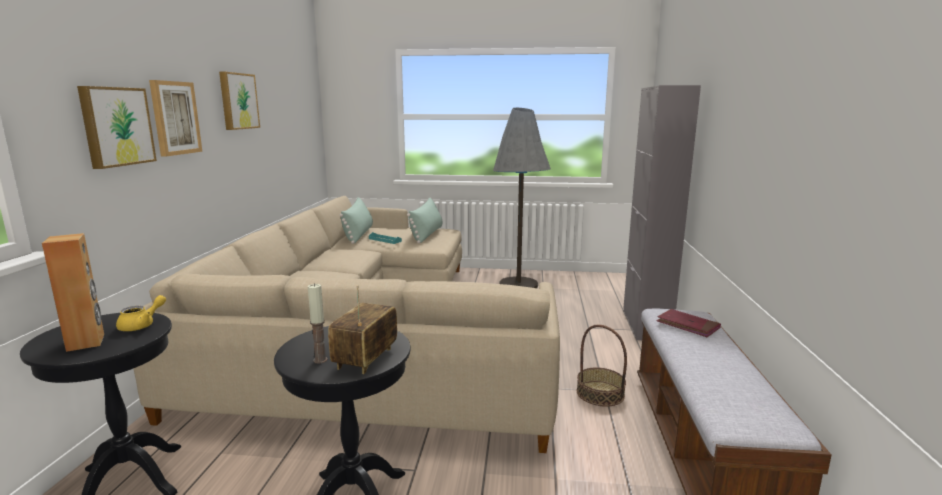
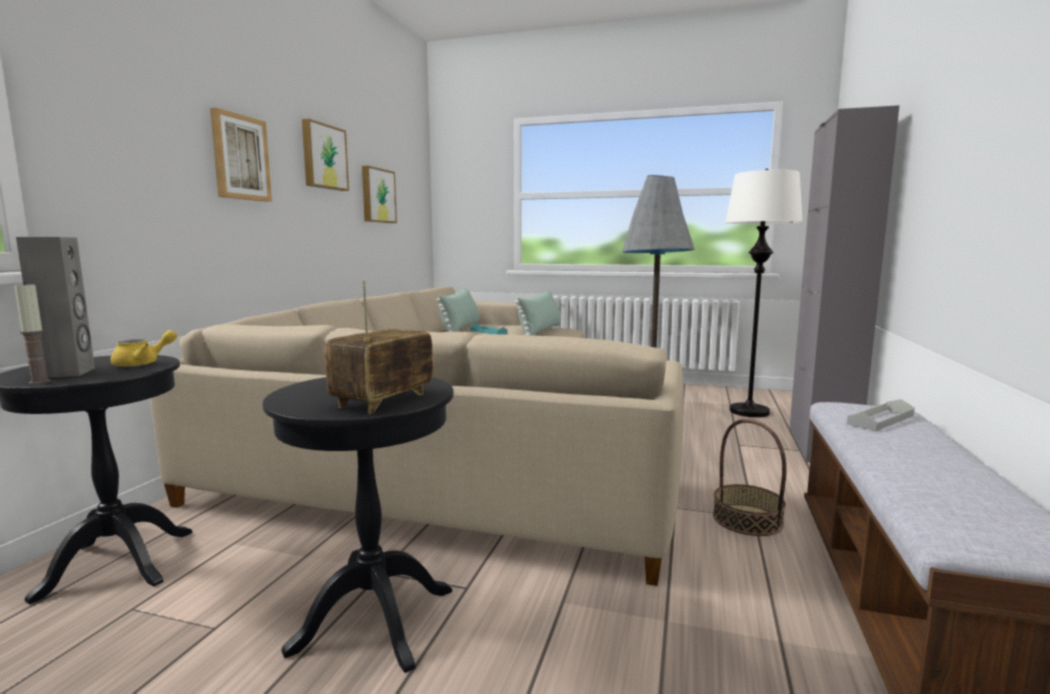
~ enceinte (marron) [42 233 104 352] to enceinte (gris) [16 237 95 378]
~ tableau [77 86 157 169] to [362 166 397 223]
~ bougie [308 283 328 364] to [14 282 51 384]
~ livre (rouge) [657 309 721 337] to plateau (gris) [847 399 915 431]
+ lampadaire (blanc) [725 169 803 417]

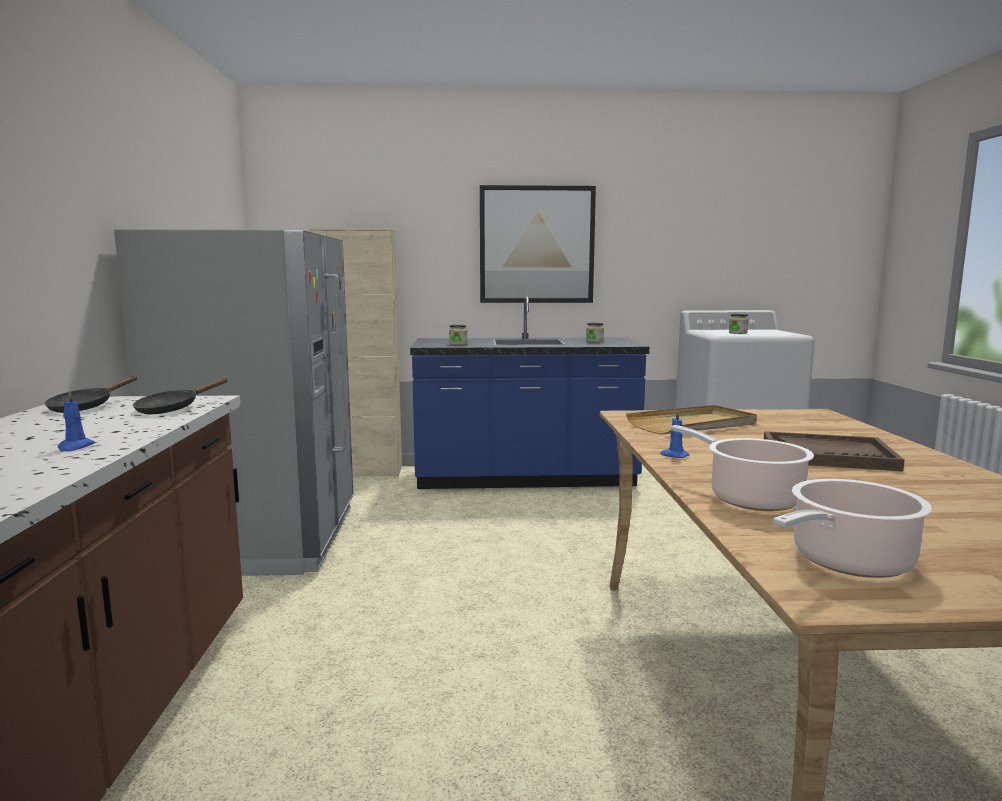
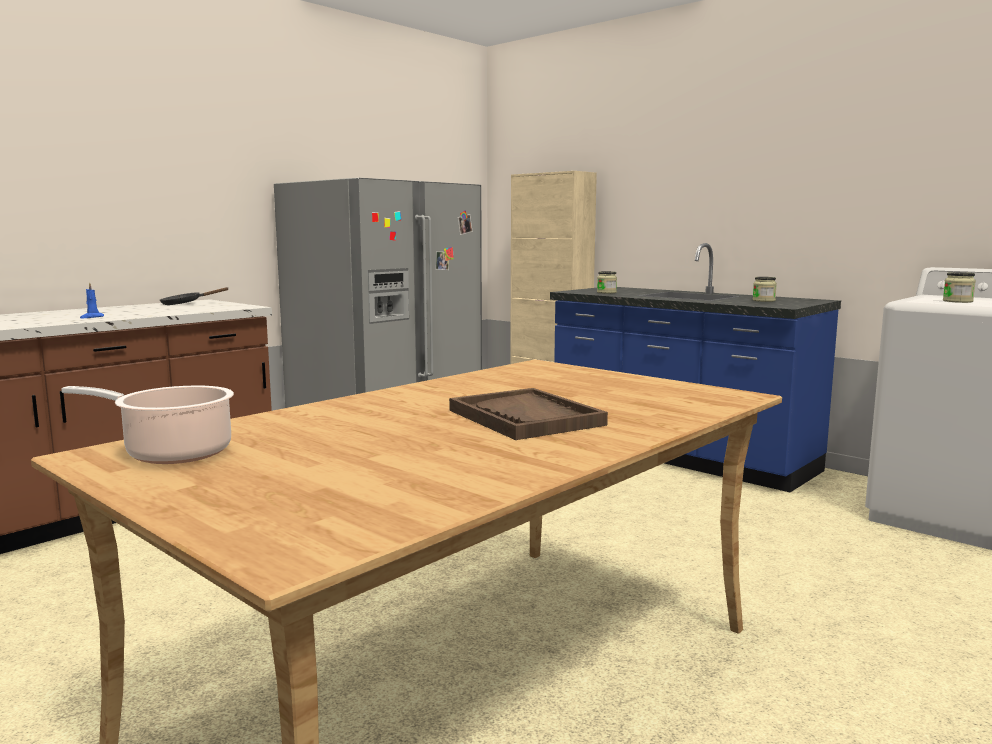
- poêle (noir) [133 378 228 414]
- tableau [480 185 596 303]
- plateau (beige) [626 405 757 435]
- bougie (bleu) [660 410 689 458]
- marmite [670 425 814 511]

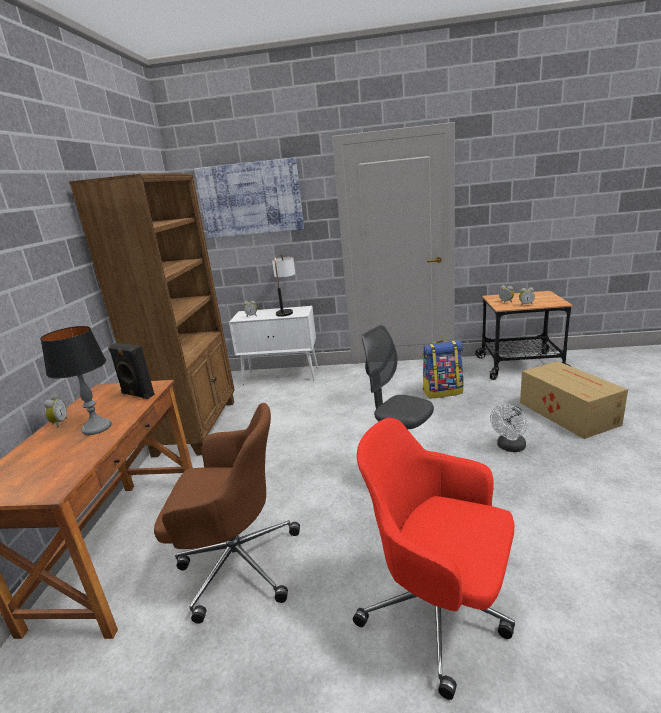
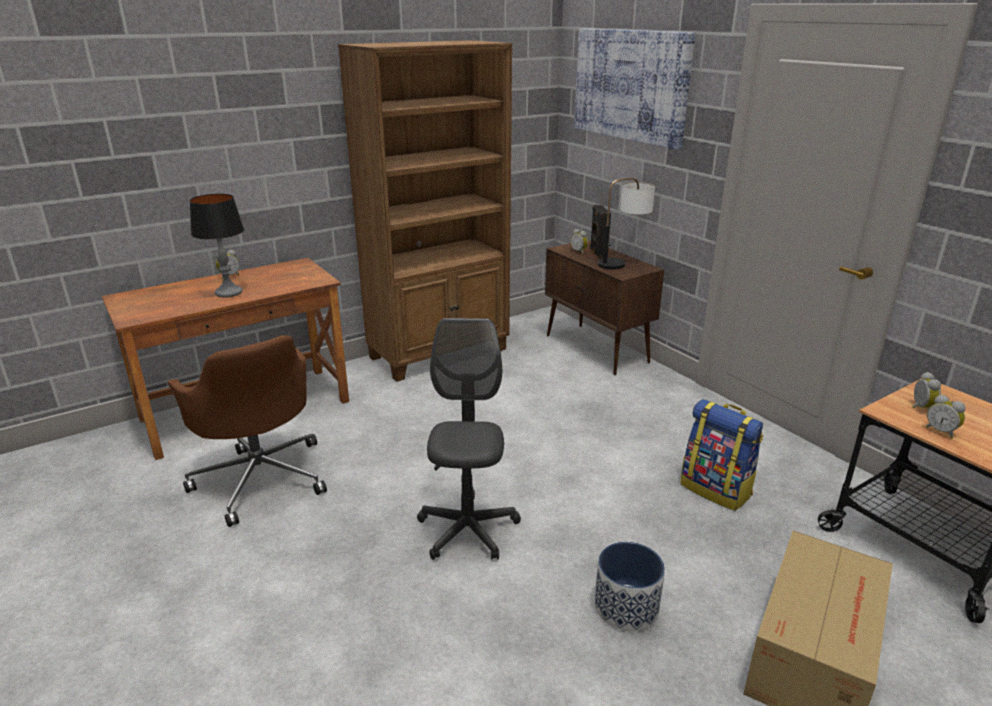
~ enceinte (noir) [108 343 155 399] to [590 205 611 259]
~ meuble de rangement (blanc) [229 306 318 385] to meuble de rangement (marron) [545 240 664 375]
- chaise de bureau (rouge) [353 418 515 700]
~ ventilateur (blanc) [490 404 527 452] to cache-pot [595 542 665 631]

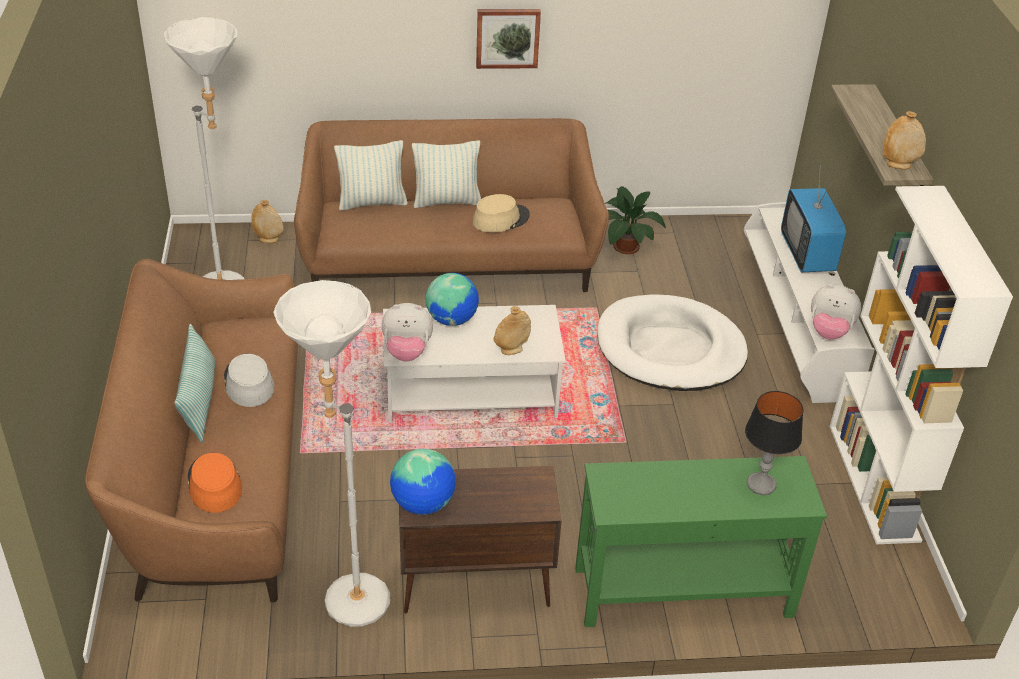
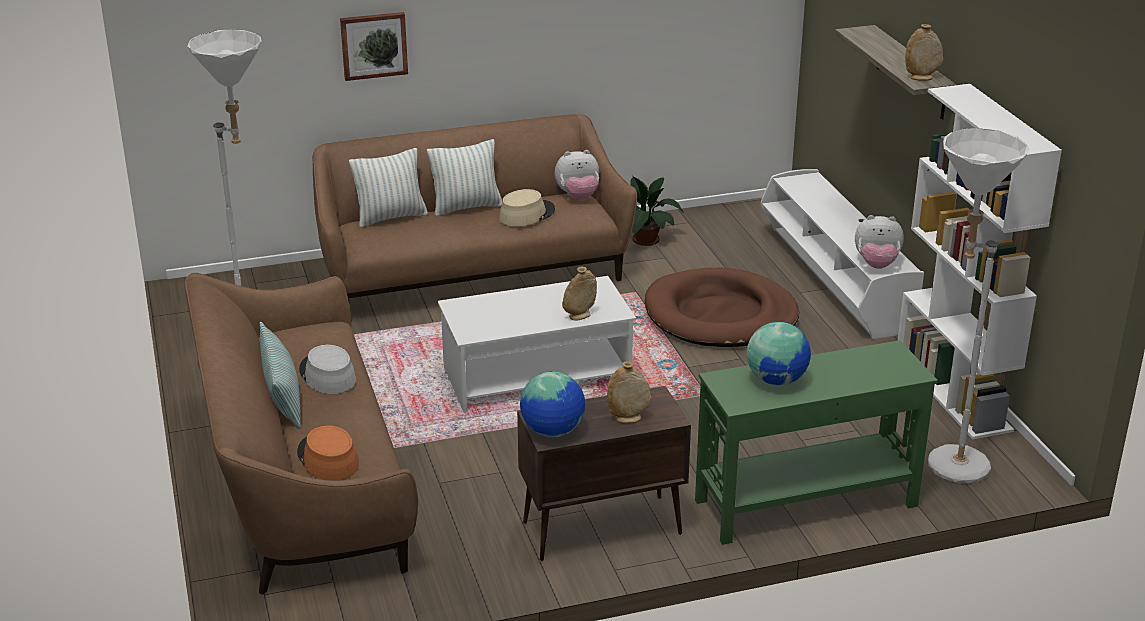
~ vase (beige) [251 200 284 243] to [607 361 652 423]
~ lampadaire (blanc) [273 280 390 627] to [928 128 1029 484]
~ peluche [382 303 433 362] to [555 150 599 200]
~ globe [426 273 479 326] to [747 322 811 385]
~ tableau [476 9 541 69] to [340 12 408 81]
~ panier pour chien (blanc) [598 294 748 391] to panier pour chien (marron) [645 268 799 347]
- lampe de table [745 391 803 495]
- téléviseur [781 164 846 272]

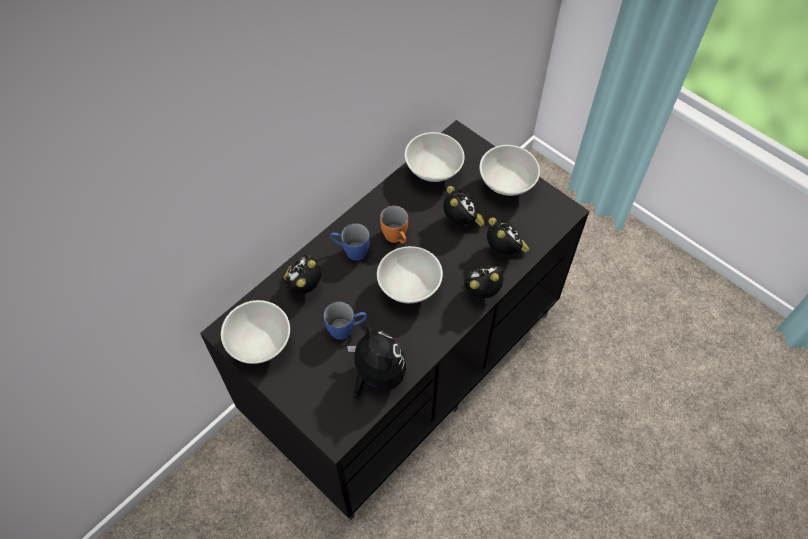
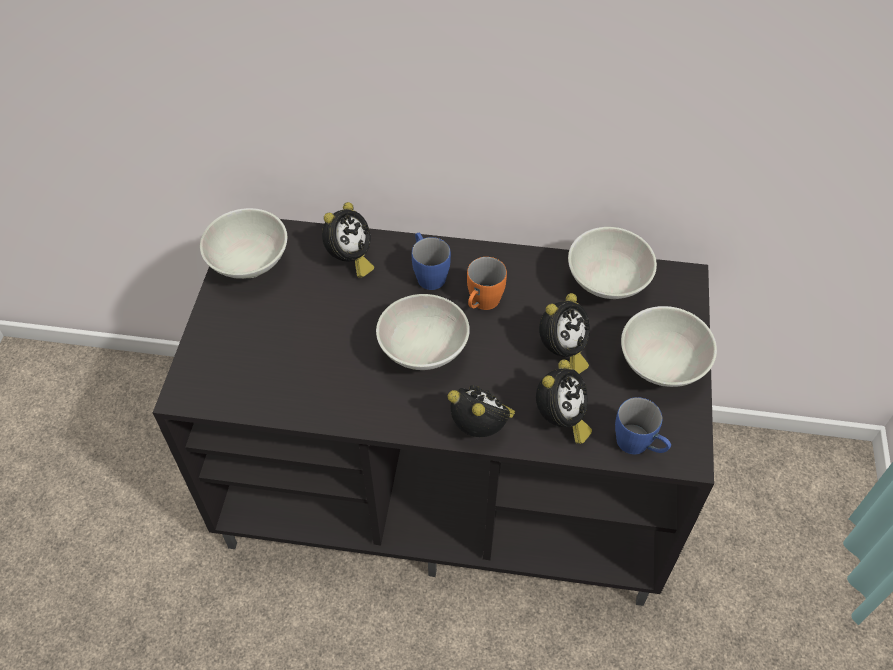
~ réveil [283 255 321 294] = [322 202 374 278] 135 degrees clockwise
~ mug (bleu) [324 302 367 340] to [615 397 671 454]
- peluche [347 324 406 399]

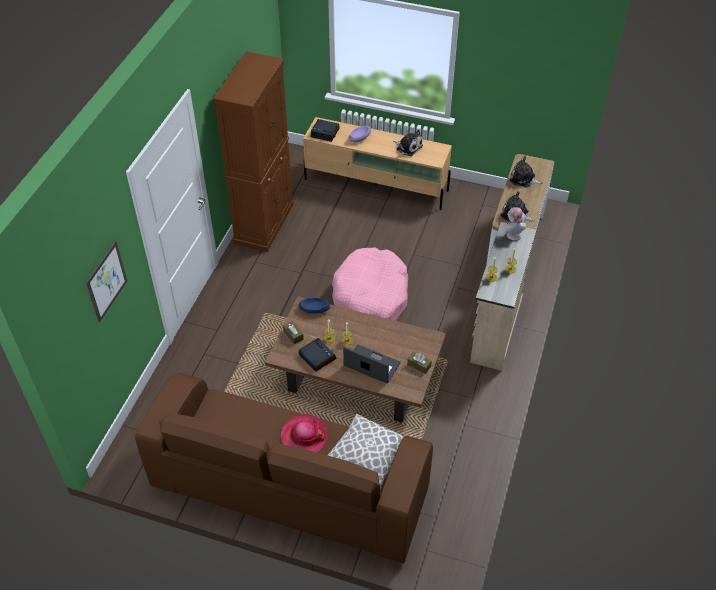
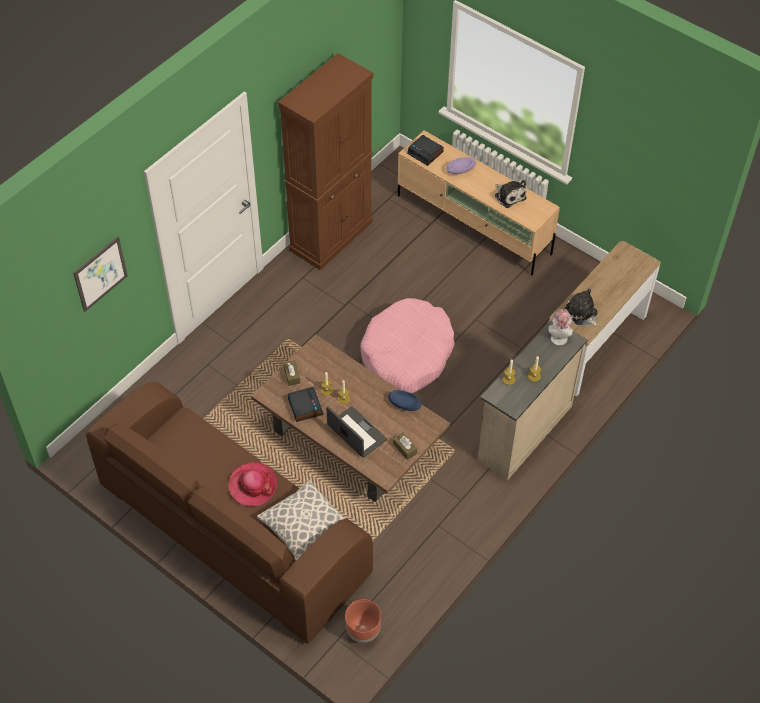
~ bol (bleu) [299 298 330 314] to [388 390 421 411]
- peluche [509 156 542 188]
+ cache-pot (marron) [345 599 381 643]

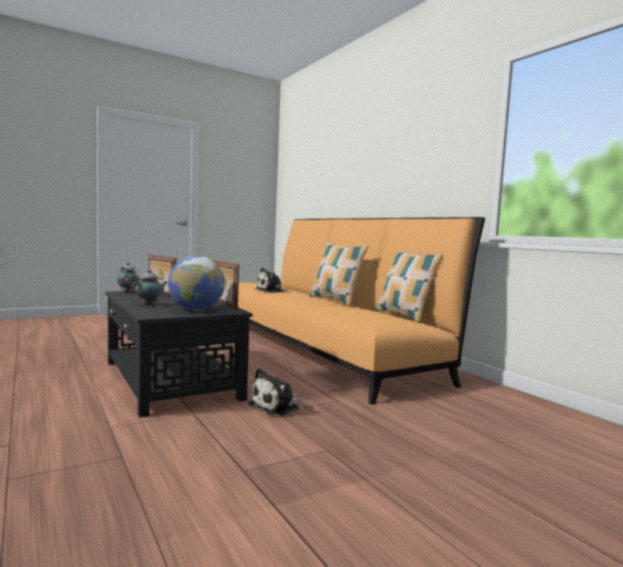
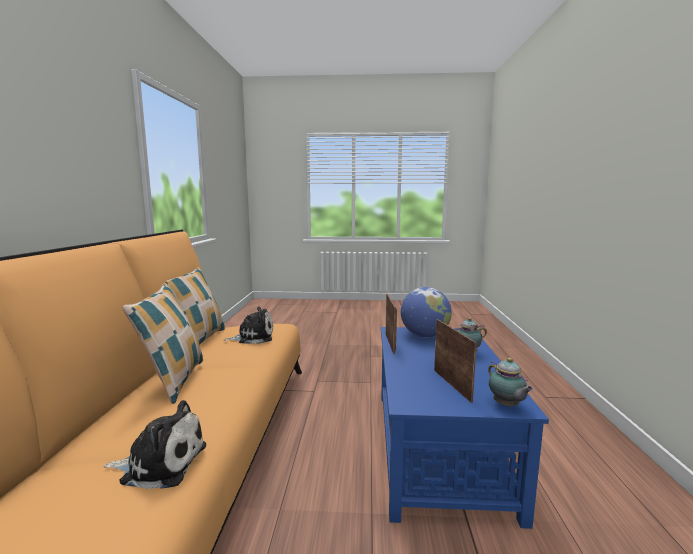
~ table basse (noir) [106 291 253 417] to table basse (bleu) [381 327 549 529]
~ peluche [248 368 299 415] to [224 307 273 344]

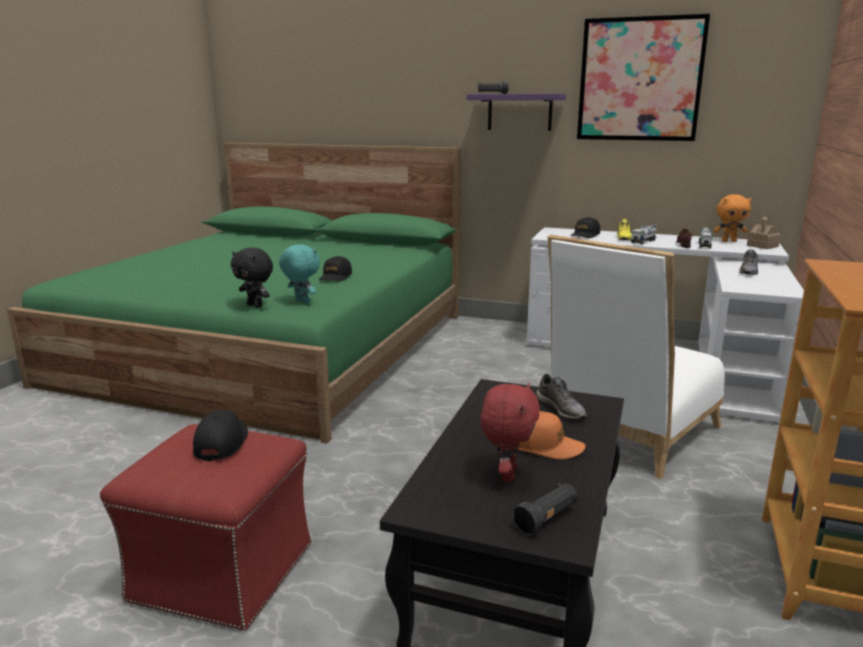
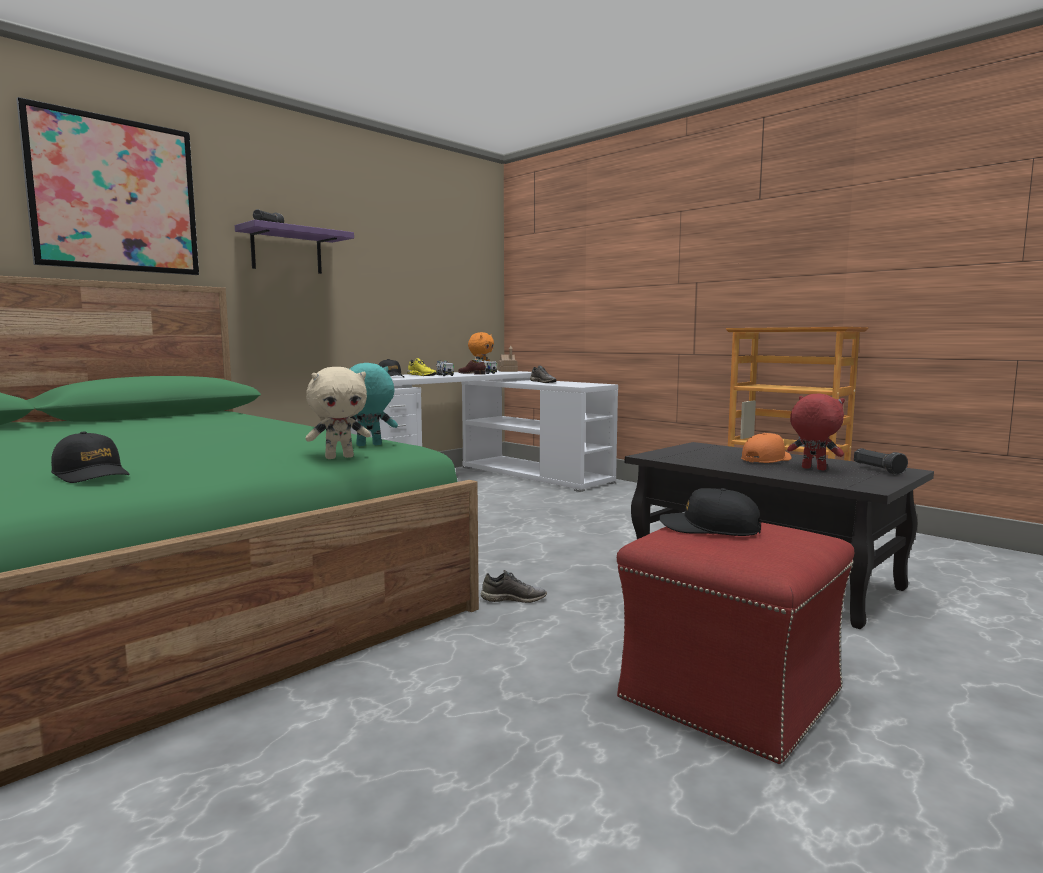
~ peluche (noir) [231 247 273 308] to peluche (beige) [305 367 371 459]
~ casquette (noir) [319 256 352 281] to [51 431 129 483]
~ chaussure (gris) [536 374 587 419] to [481 570 547 603]
- chaise (blanc) [547 235 725 479]
~ tableau [577 14 710 141] to [16 97 199 275]

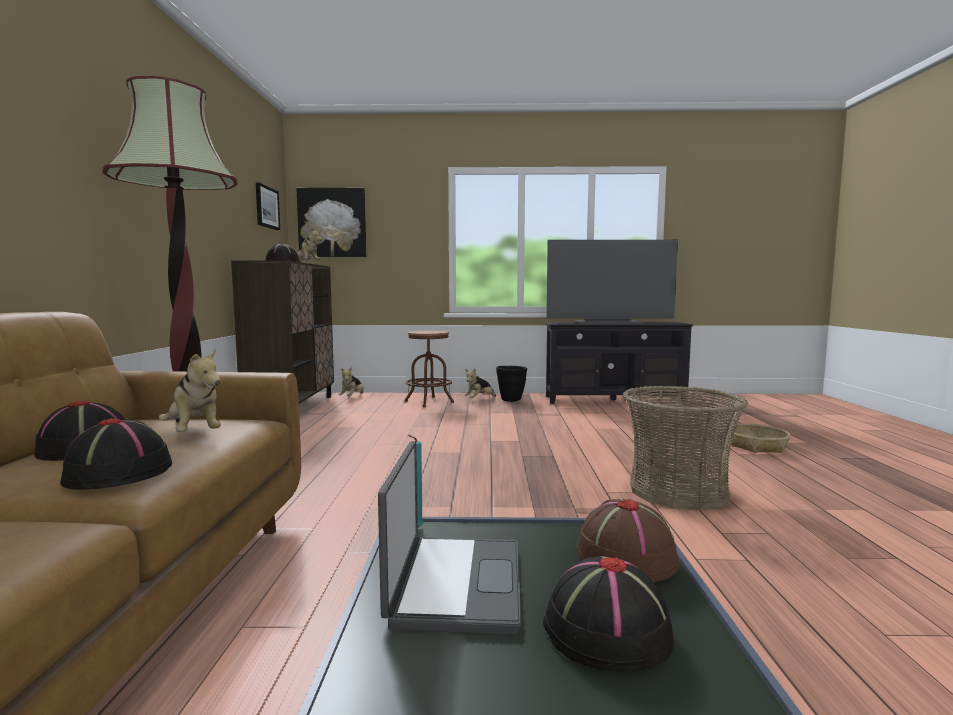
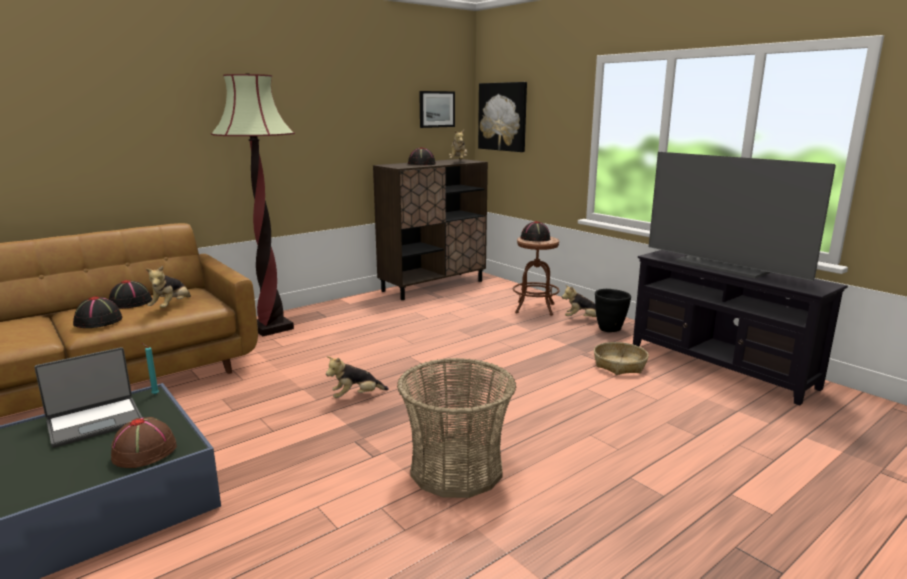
~ peluche [338 367 364 397] to [326 356 389 398]
~ chapeau (noir) [543 556 675 672] to [520 221 550 242]
~ panier [729 424 790 453] to [594 342 649 375]

